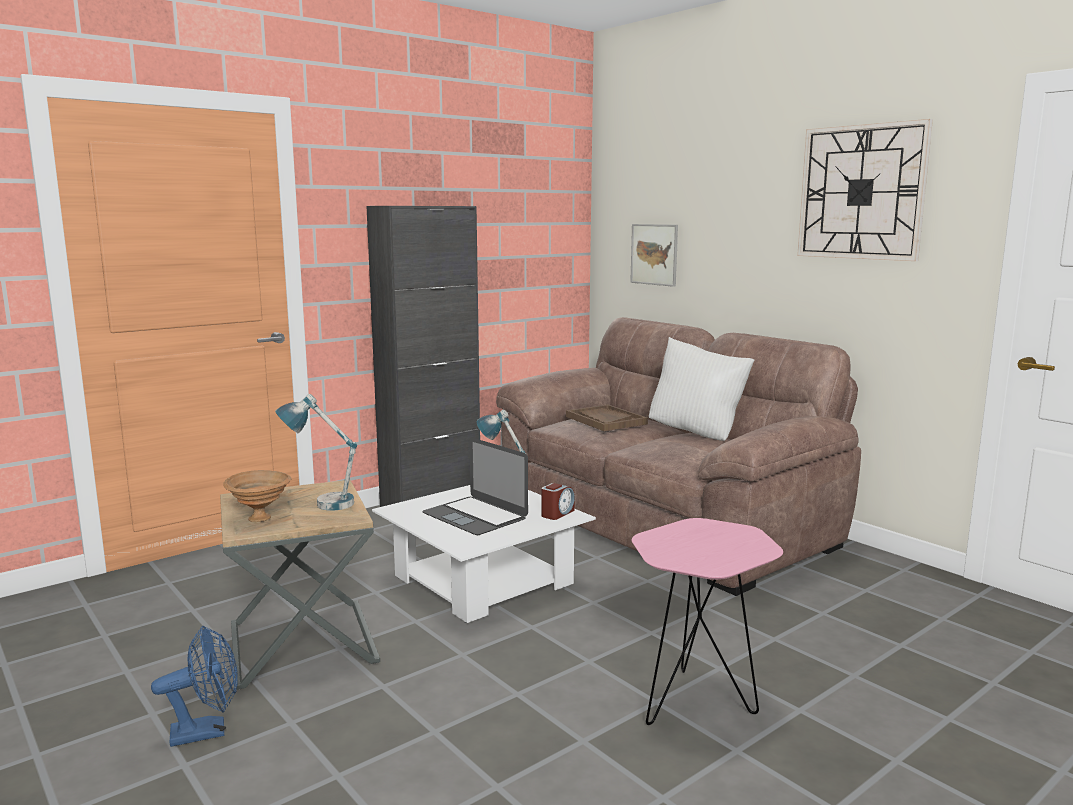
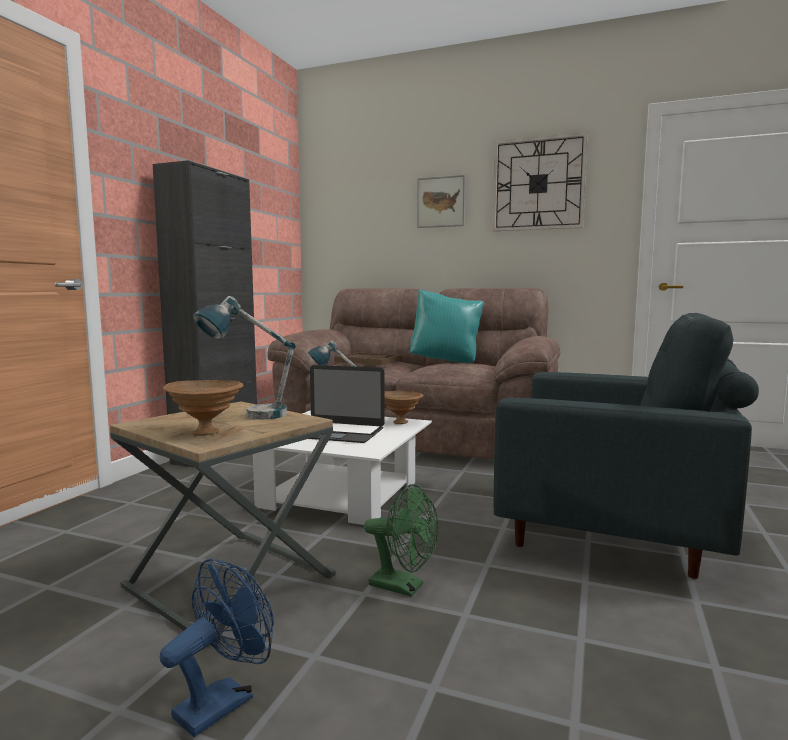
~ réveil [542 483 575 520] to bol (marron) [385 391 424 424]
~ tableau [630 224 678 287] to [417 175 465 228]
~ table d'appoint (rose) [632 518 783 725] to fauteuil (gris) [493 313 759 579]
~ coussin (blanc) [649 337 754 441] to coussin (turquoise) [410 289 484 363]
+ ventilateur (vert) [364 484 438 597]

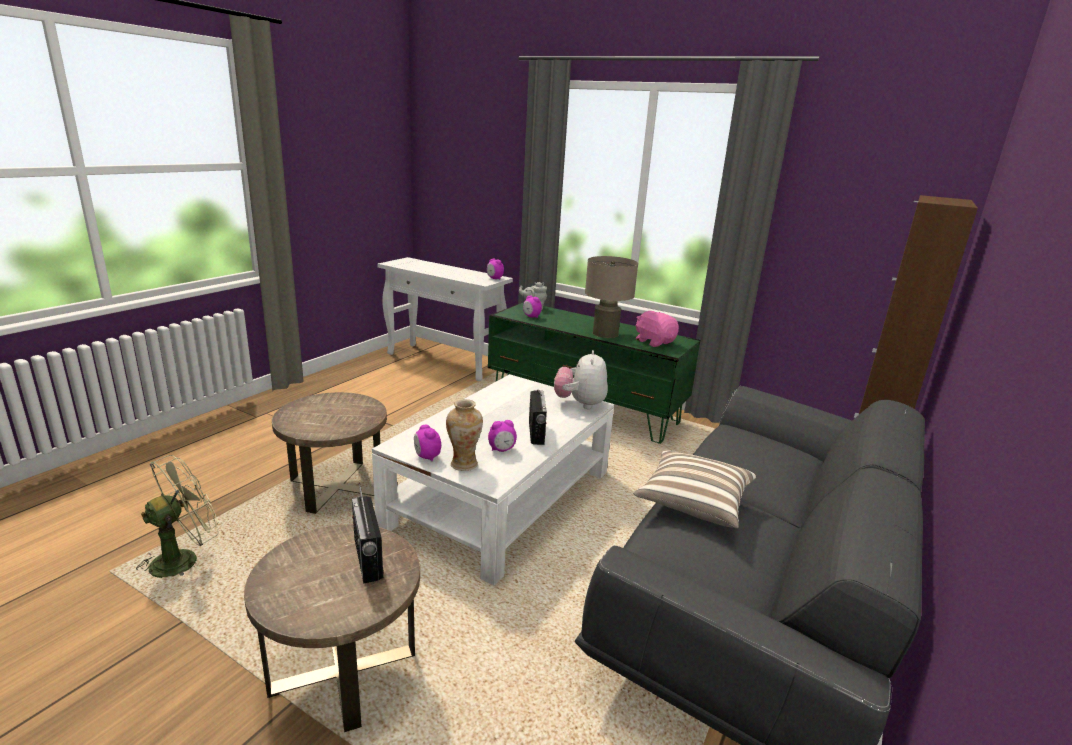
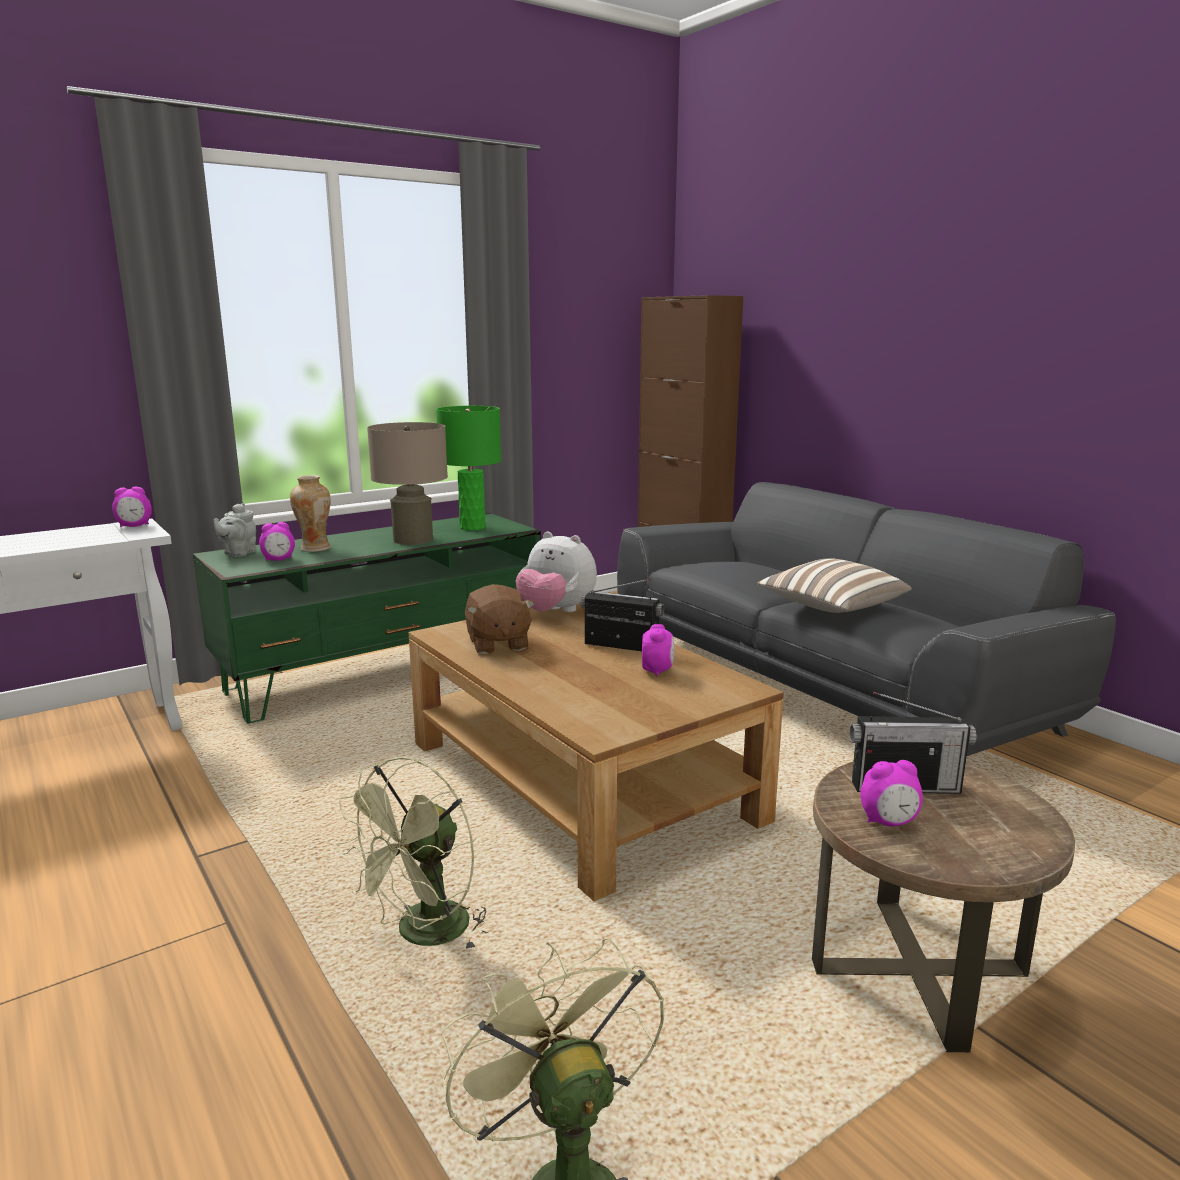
~ table d'appoint (marron) [272 392 387 514] to ventilateur (vert) [336 757 488 951]
~ table basse (blanc) [372 374 614 585] to table basse (marron) [408 603 784 902]
~ réveil [414 425 441 461] to [860 760 923 826]
~ vase [446 399 483 471] to [290 475 331 552]
~ peluche (rose) [636 311 679 347] to lampe de table (vert) [436 406 501 531]
+ peluche (marron) [465 584 535 654]

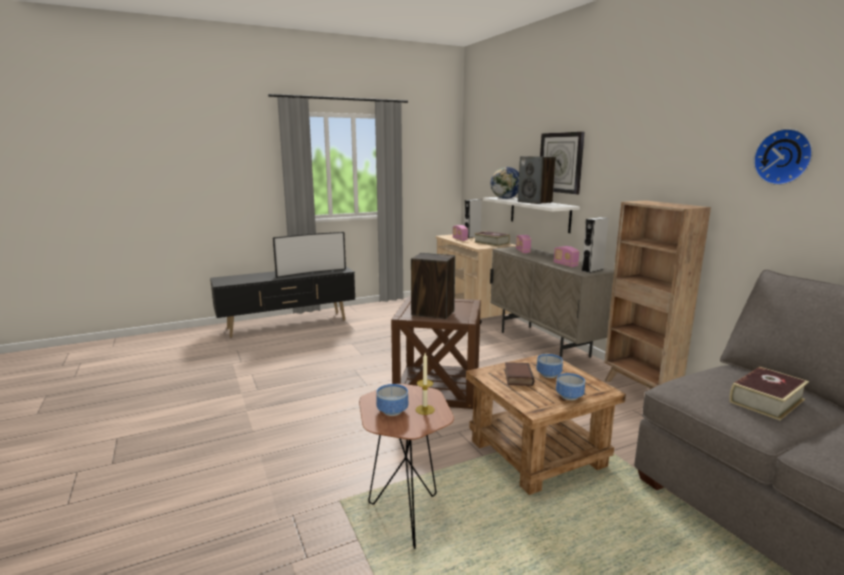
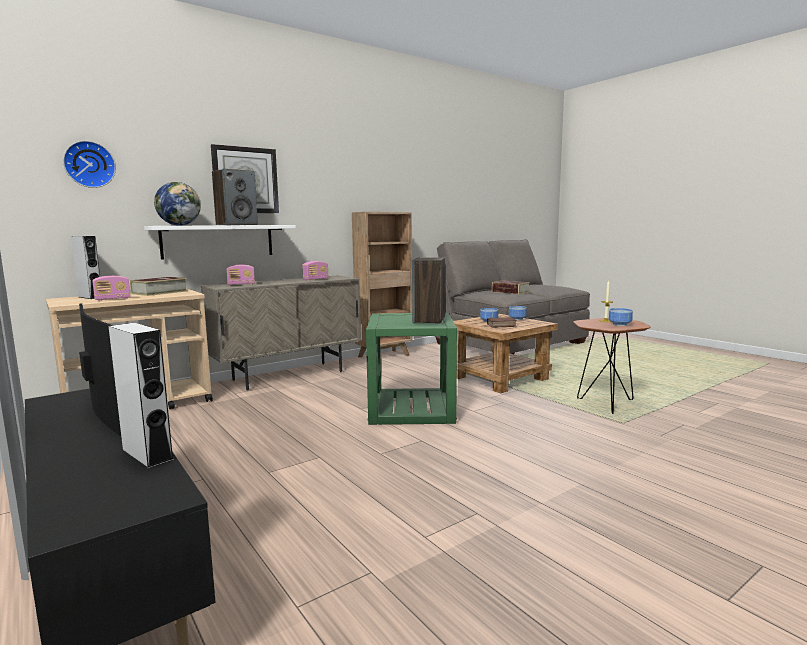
~ table d'appoint (marron) [391 296 481 409] to table d'appoint (vert) [366 313 457 425]
~ enceinte (gris) [581 217 609 273] to [109 323 174 469]
~ horloge murale [753 128 813 185] to [63 141 116 188]

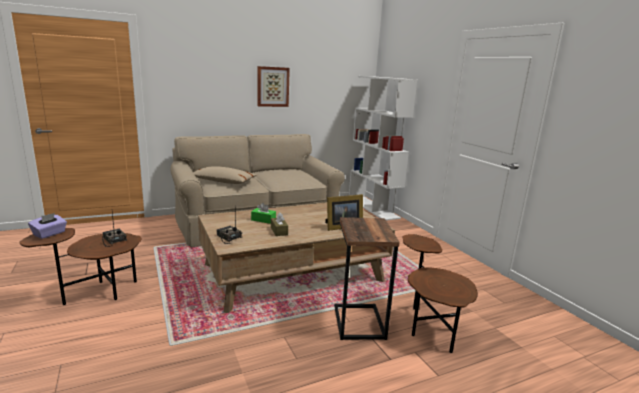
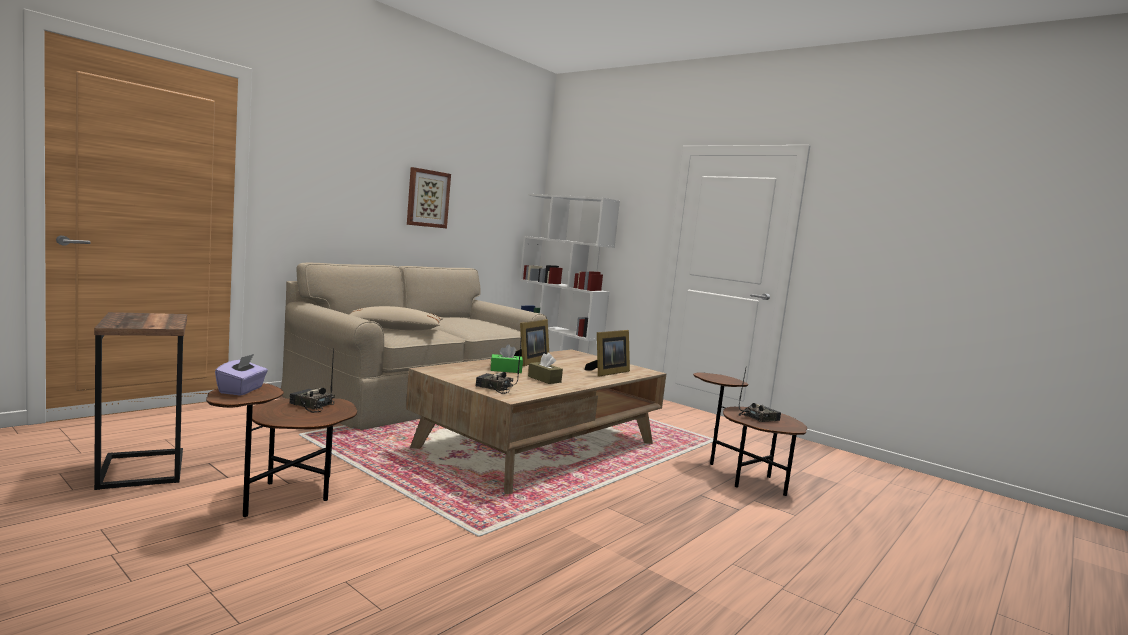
~ table d'appoint [334 217 400 340] to [94 312 187 490]
+ cadre photo [514 319 549 366]
+ radio [738 369 781 422]

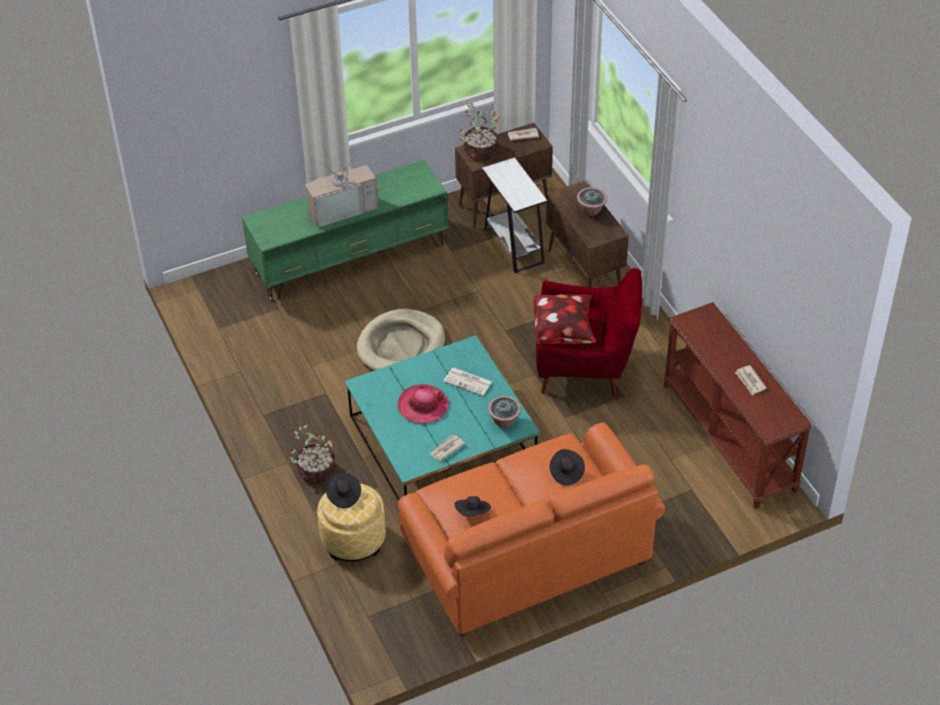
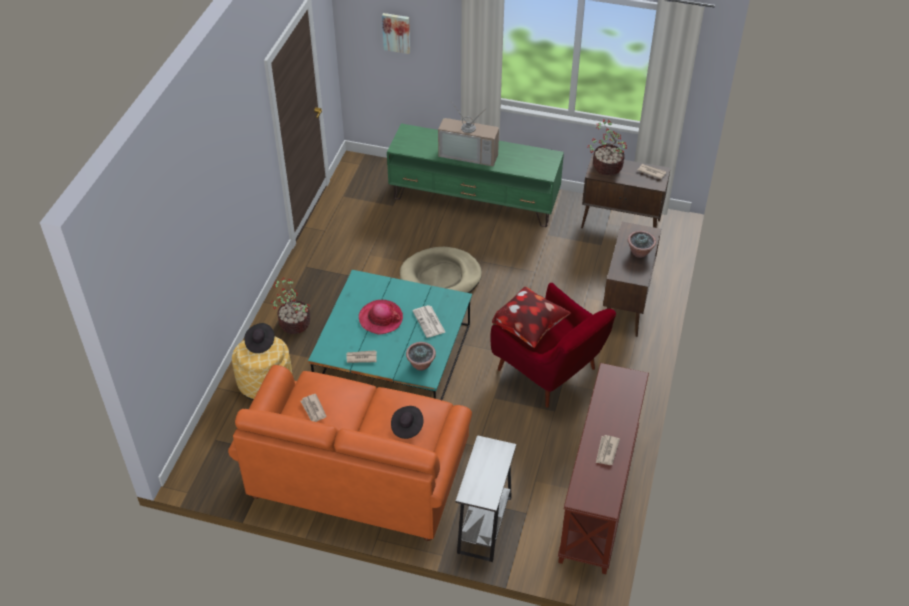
~ chapeau (noir) [454 496 491 517] to journal [300 394 327 422]
~ table d'appoint (blanc) [482 157 547 273] to [456 435 516 562]
+ tableau [382 13 410 54]

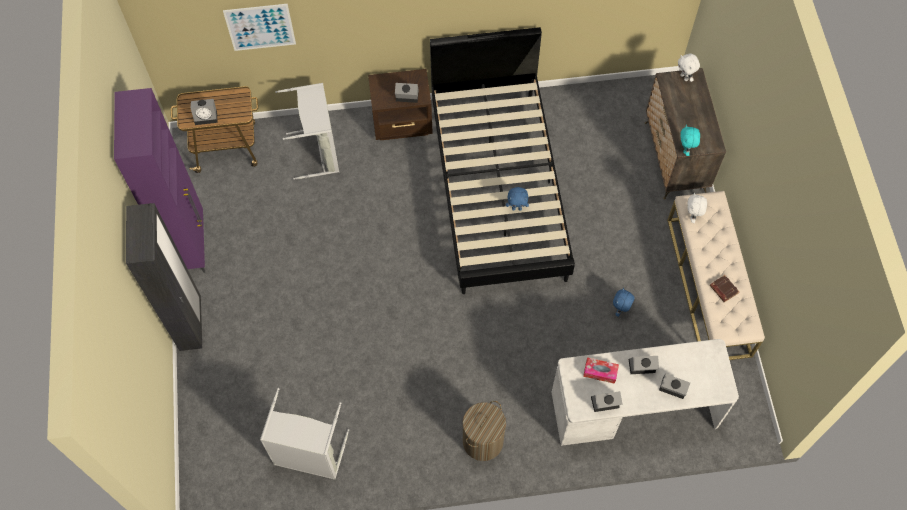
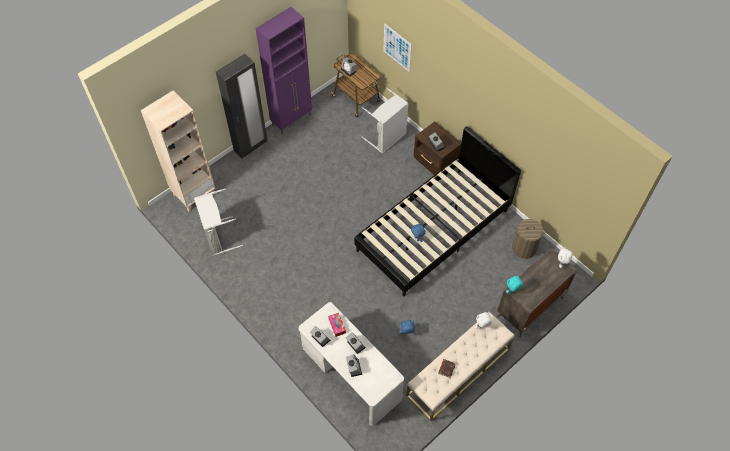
~ panier à linge [463 401 506 461] to [512 219 546 259]
+ bibliothèque (beige) [141 90 215 212]

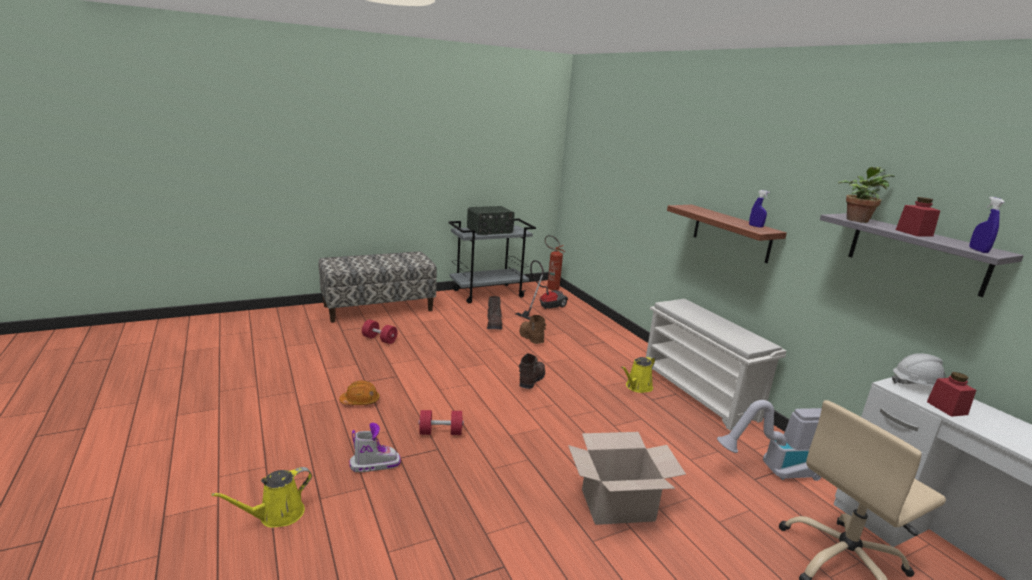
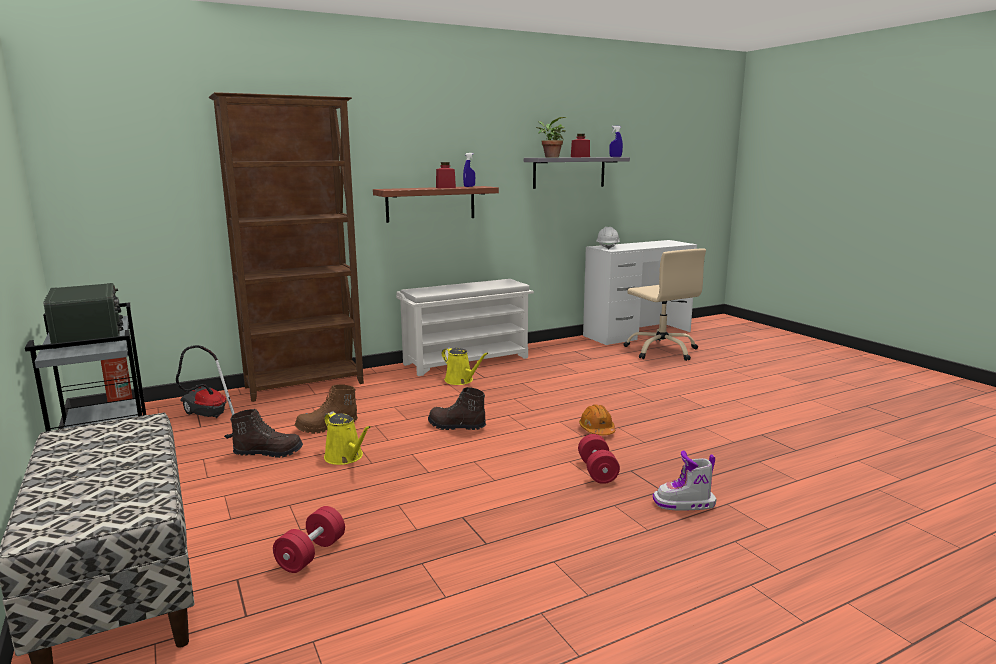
~ arrosoir (jaune) [211 467 312 528] to [324 412 371 465]
~ casque de chantier (orange) [339 380 380 405] to [579 404 615 435]
~ botte [350 423 401 472] = [653 450 716 511] 75 degrees counterclockwise
- carton [568 432 686 525]
- aspirateur [717 400 822 481]
~ bocal (rouge) [927 372 976 417] to [436 162 456 188]
+ bibliothèque (marron) [209 92 364 402]

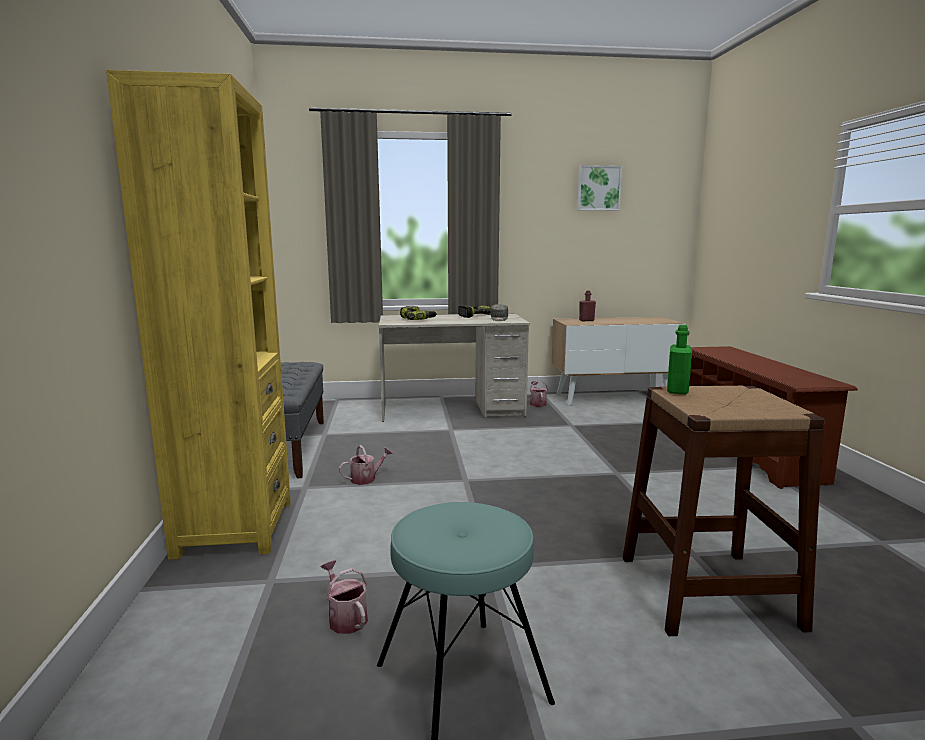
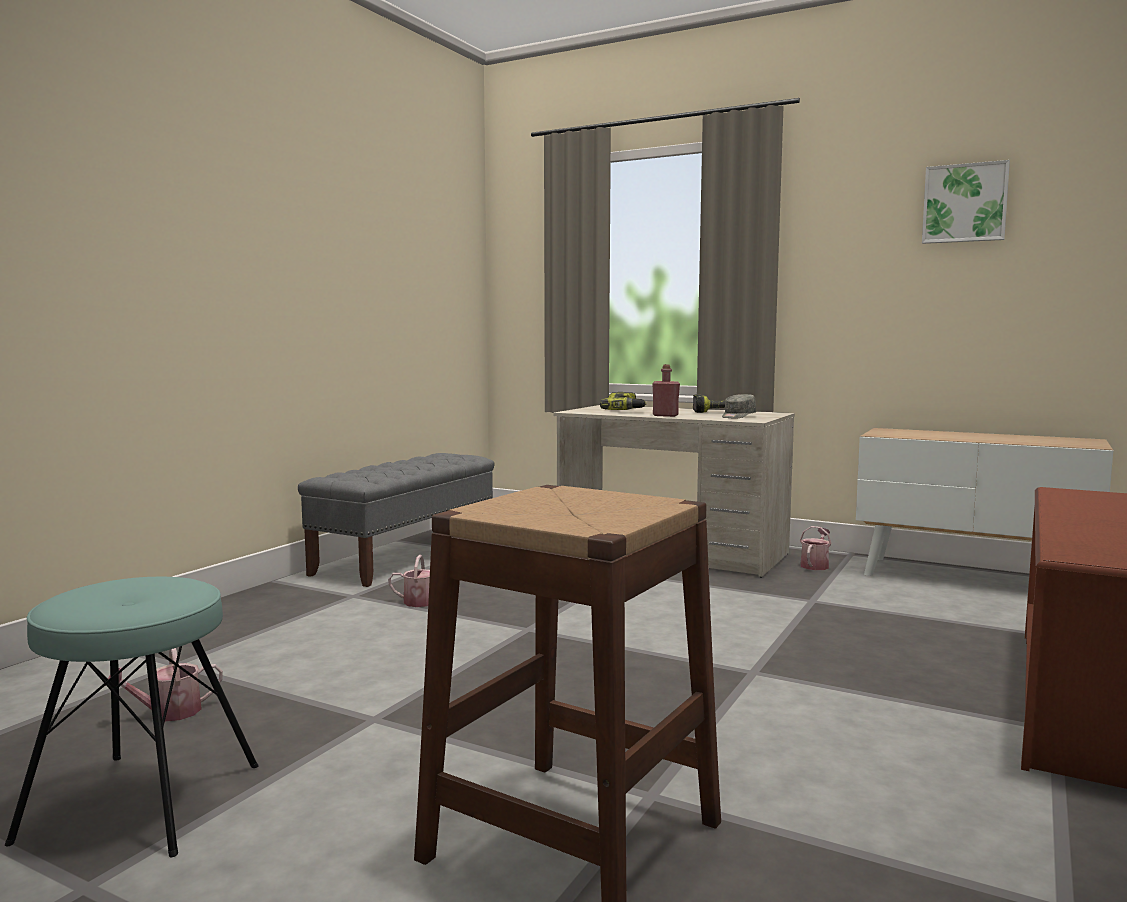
- bibliothèque (jaune) [106 70 291 560]
~ arrosoir [320 560 368 634] = [105 648 223 721] 120 degrees counterclockwise
~ bouteille (rouge) [579 291 596 321] to [652 364 680 417]
- bouteille (vert) [667 325 692 395]

